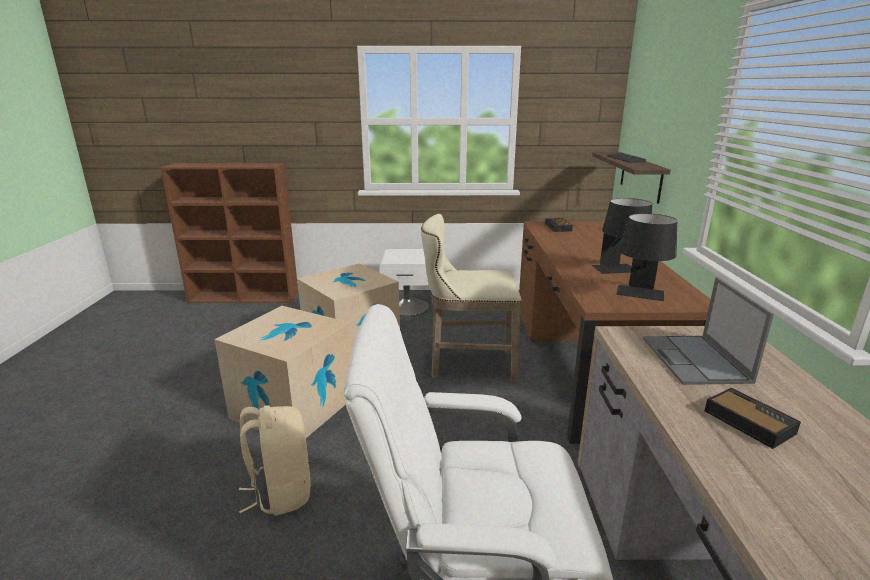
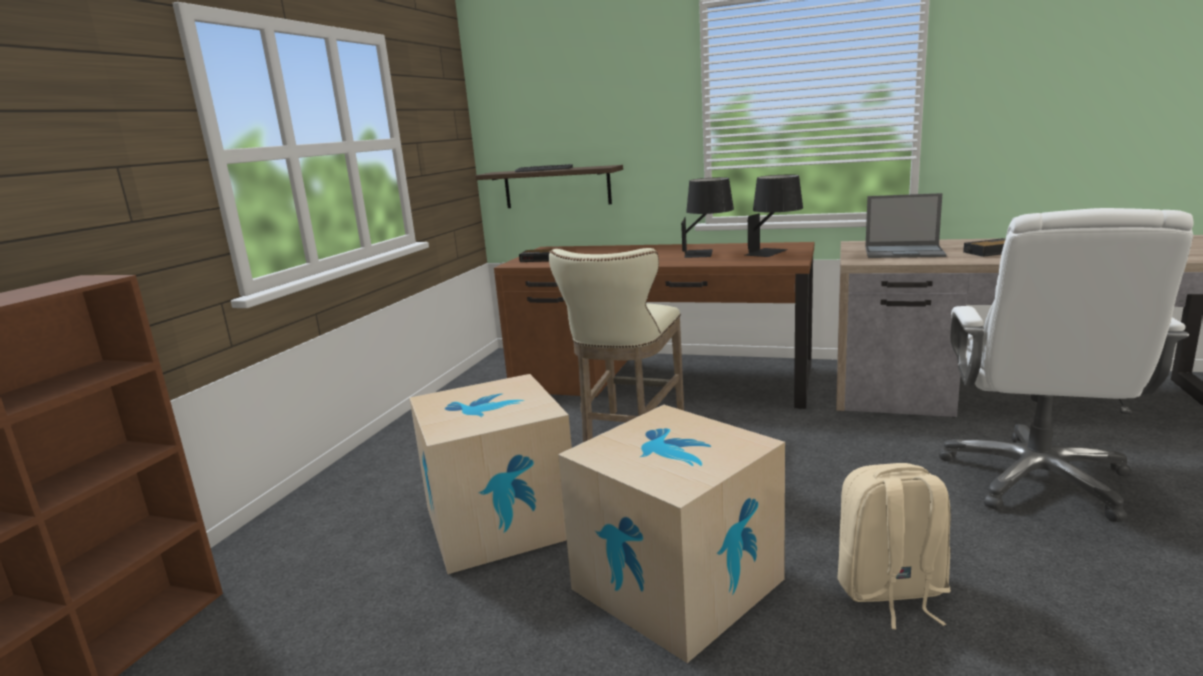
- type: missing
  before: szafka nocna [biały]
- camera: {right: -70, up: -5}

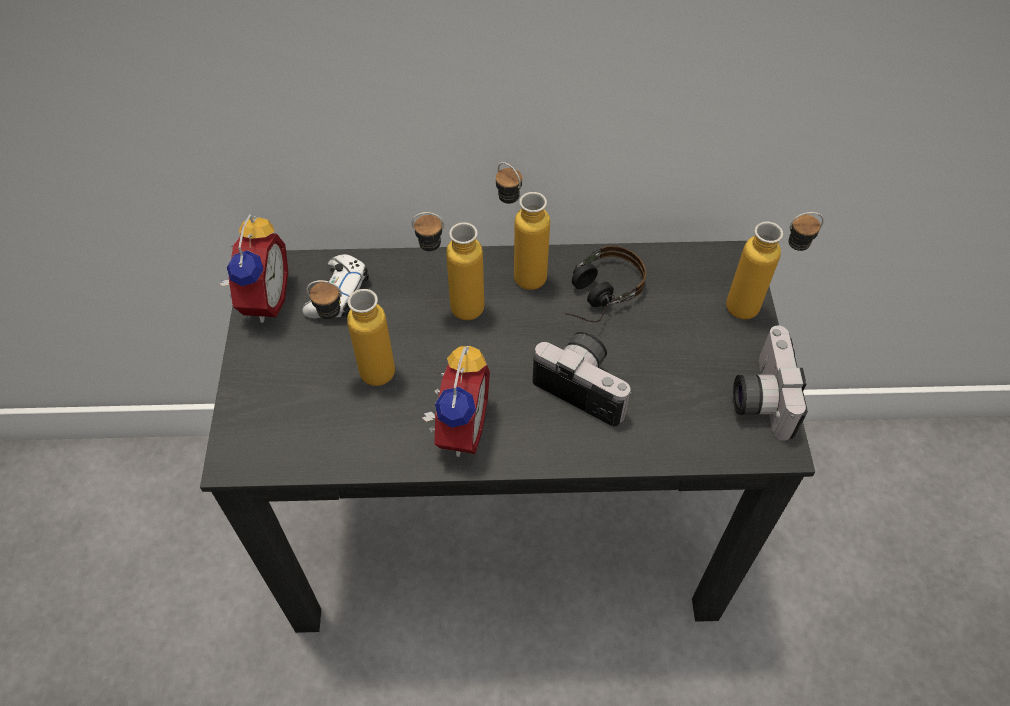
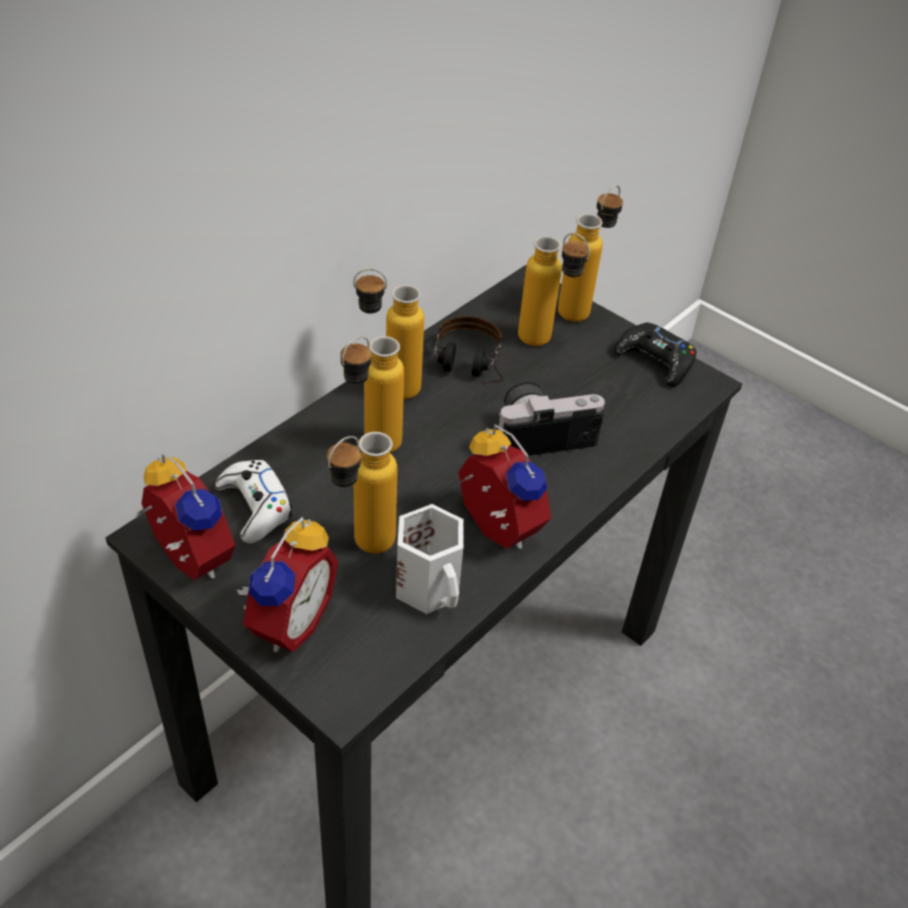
- type: appeared
  after: budzik (no. 2 from left)
- type: appeared
  after: kubek [biały]
- type: appeared
  after: butelka (no. 4 from left)
- type: exchanged
  before: aparat fotograficzny (no. 2 from left)
  after: pad do gier [czarny]
- camera: {right: -50, up: -10}

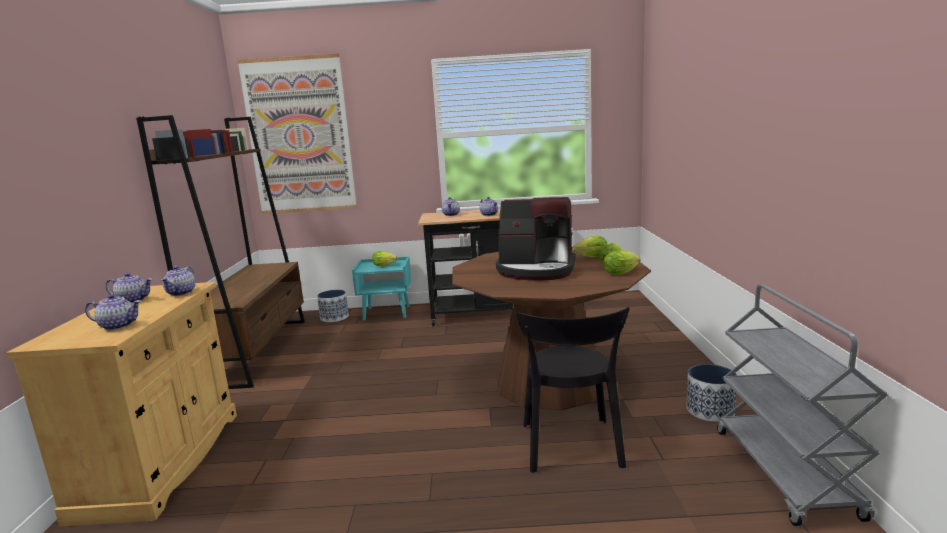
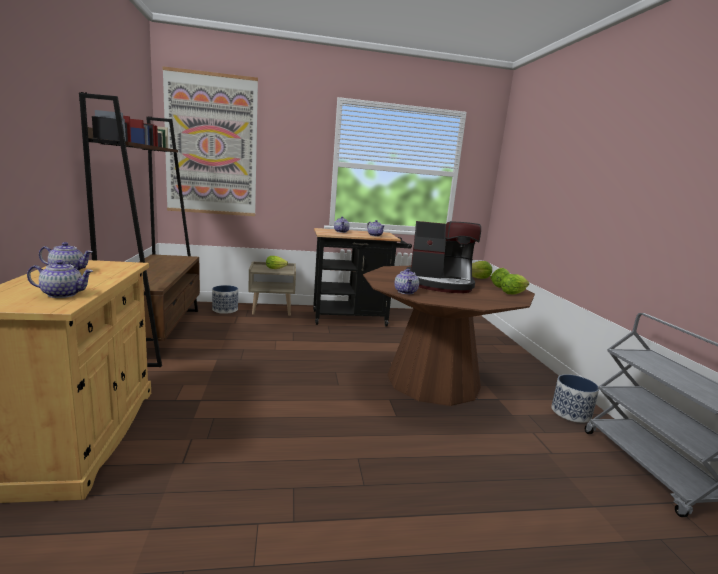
- type: missing
  before: krzesło [czarny]
- type: relocated
  before: imbryk (no. 3 from left in the first image)
  after: imbryk (no. 5 from left)
- type: colour
  before: szafka nocna [turkusowy]
  after: szafka nocna [beżowy]
- camera: {right: -10, up: 0}

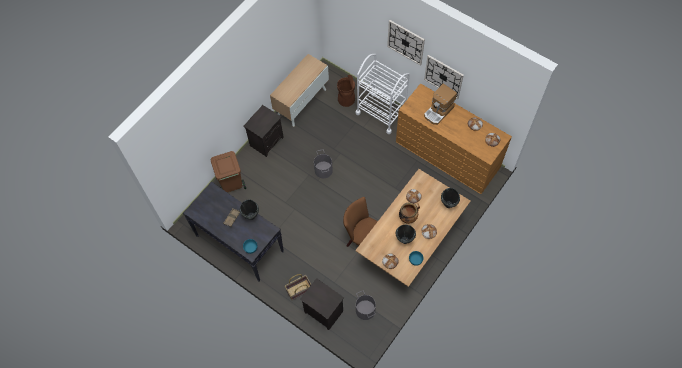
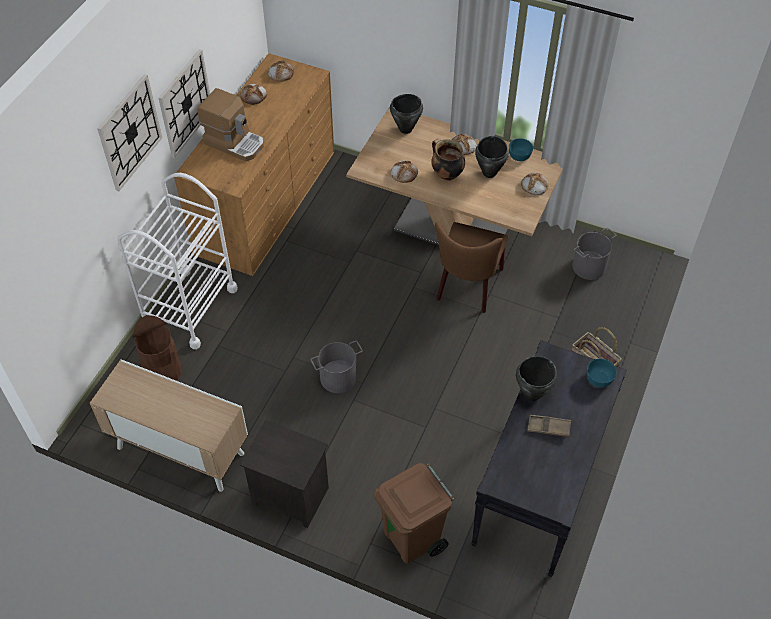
- type: missing
  before: szafka nocna [czarny] (no. 2 from left)
- camera: {right: -105, up: -10}

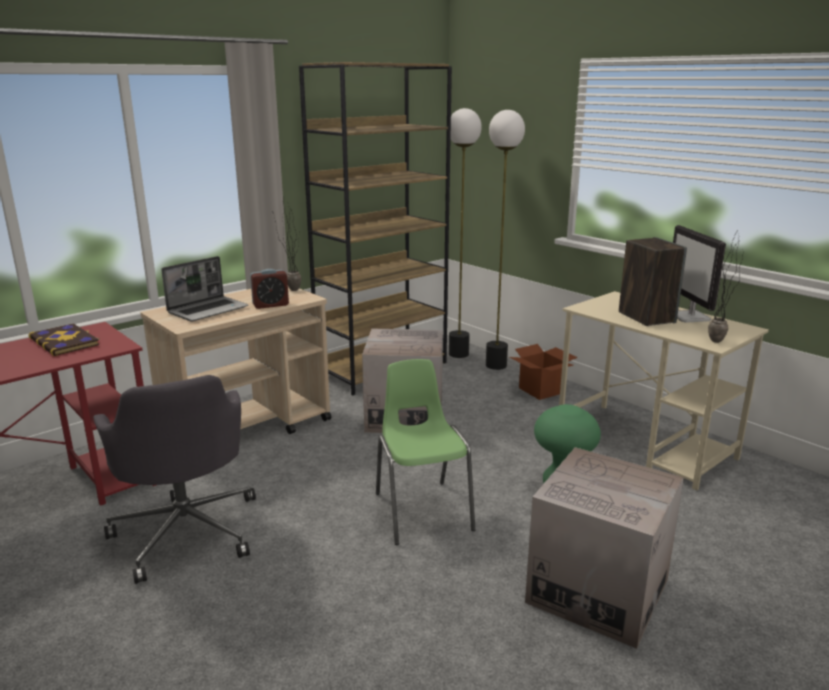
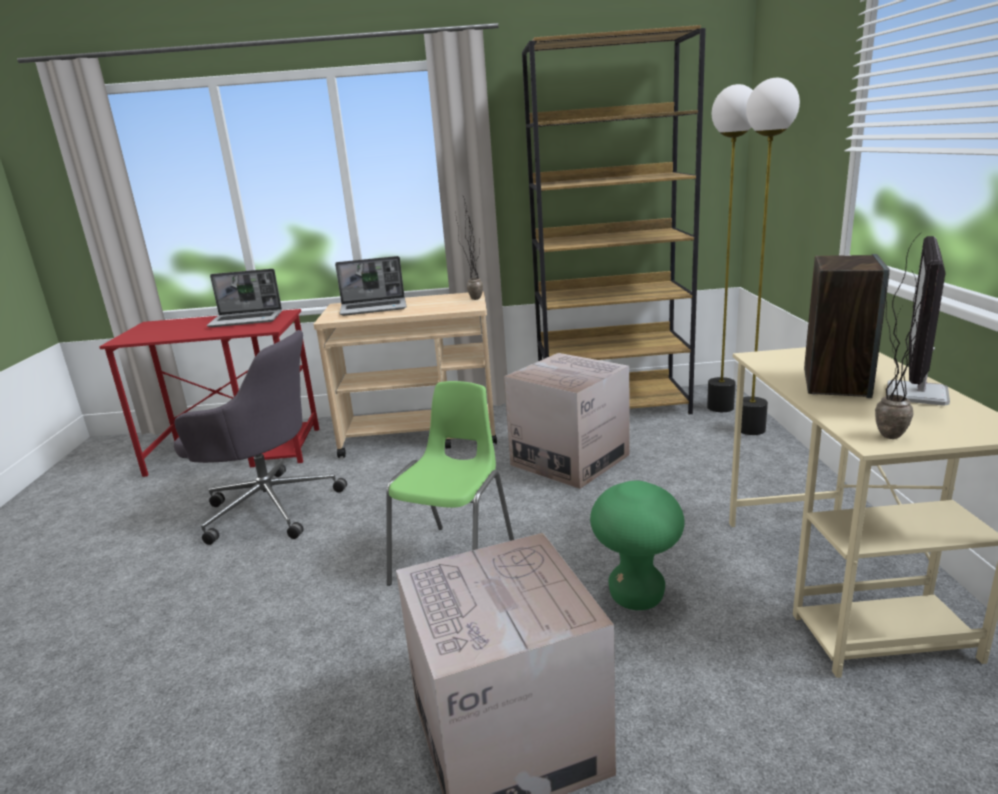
- type: missing
  before: budzik
- type: missing
  before: karton (no. 2 from left)
- type: exchanged
  before: książka
  after: laptop (no. 1 from left)
- type: spun
  before: krzesło biurowe [szary]
  turn: -90
- camera: {right: 40, up: 0}

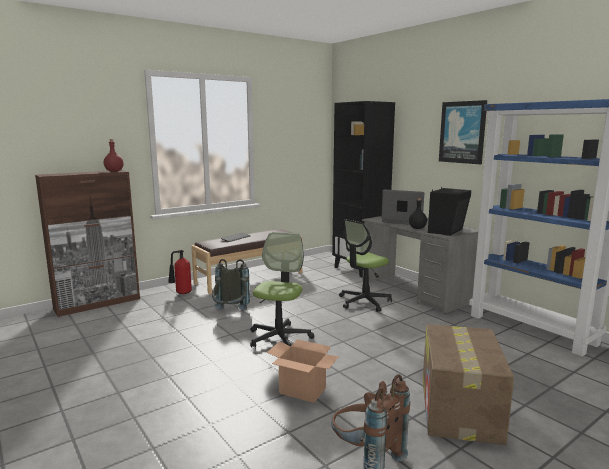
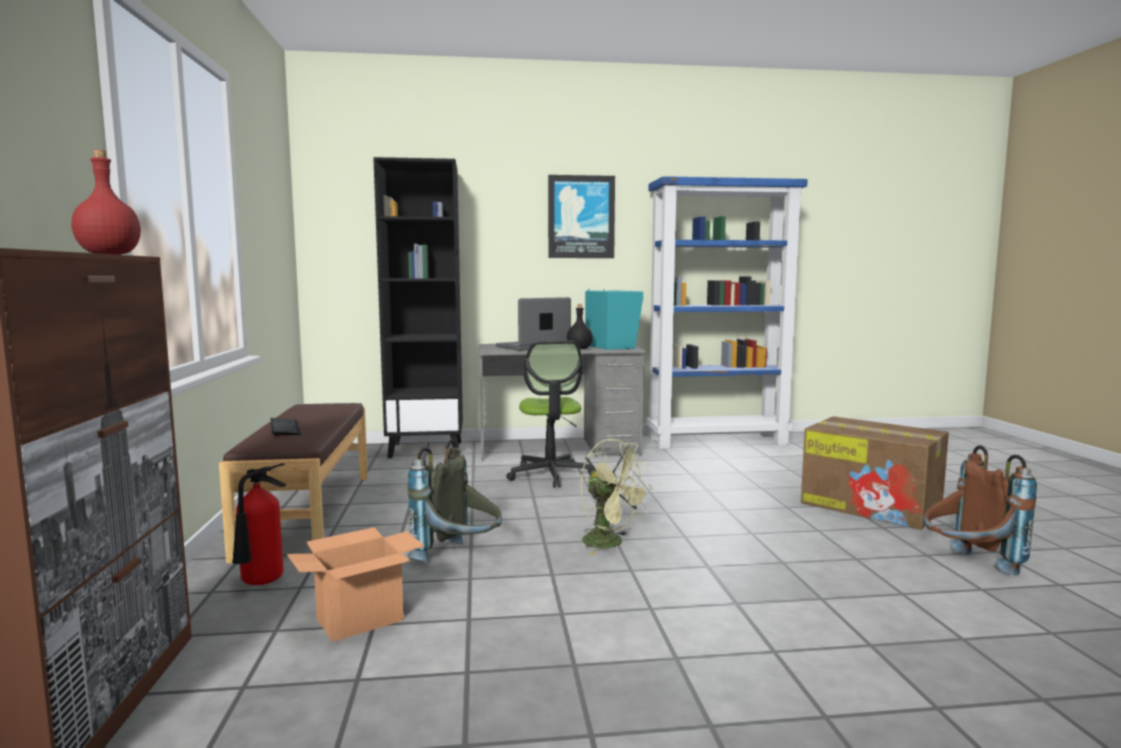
- type: relocated
  before: karton (no. 1 from left)
- type: exchanged
  before: krzesło biurowe (no. 1 from left)
  after: wentylator [zielony]
- type: colour
  before: głośnik [czarny]
  after: głośnik [turkusowy]
- camera: {right: -60, up: -5}

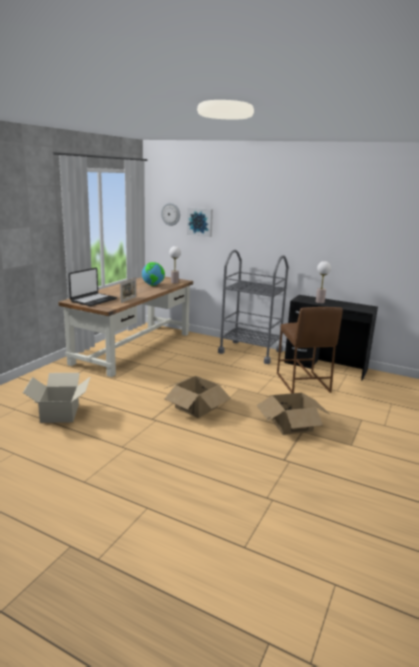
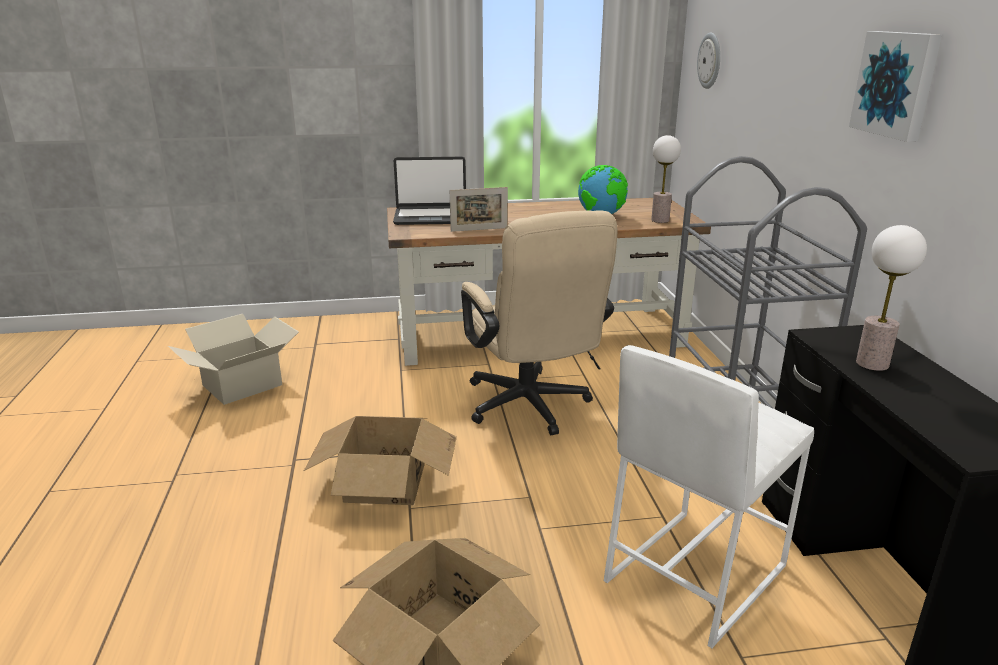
- type: appeared
  after: krzesło biurowe [beżowy]
- type: relocated
  before: obraz
- type: colour
  before: stołek [brązowy]
  after: stołek [biały]
- camera: {right: 55, up: 5}

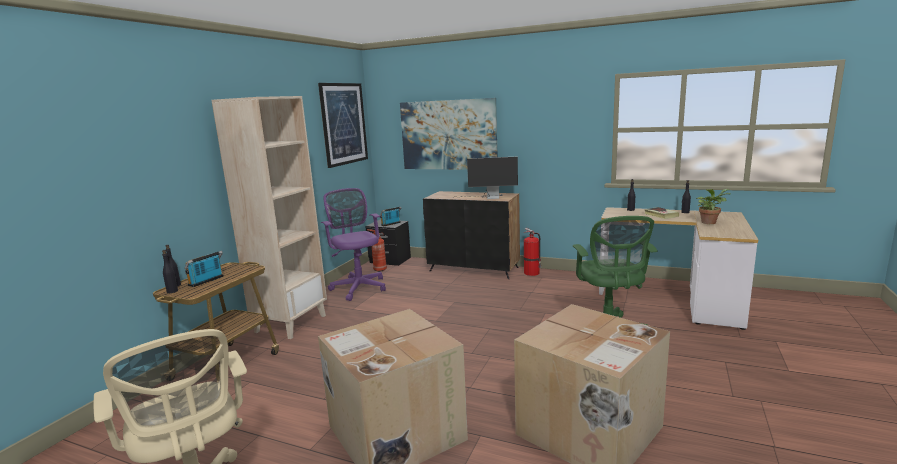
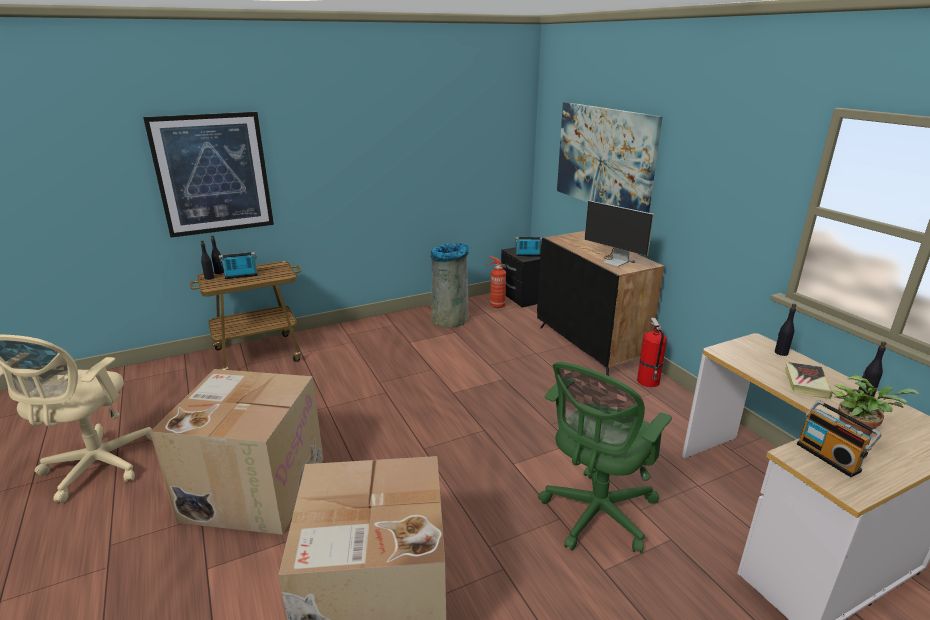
- type: missing
  before: regał [beżowy]
- type: appeared
  after: radio (no. 3 from left)
- type: relocated
  before: obraz (no. 1 from left)
- type: exchanged
  before: krzesło biurowe [fioletowy]
  after: kosz na śmieci [szary]
- camera: {right: 40, up: 10}

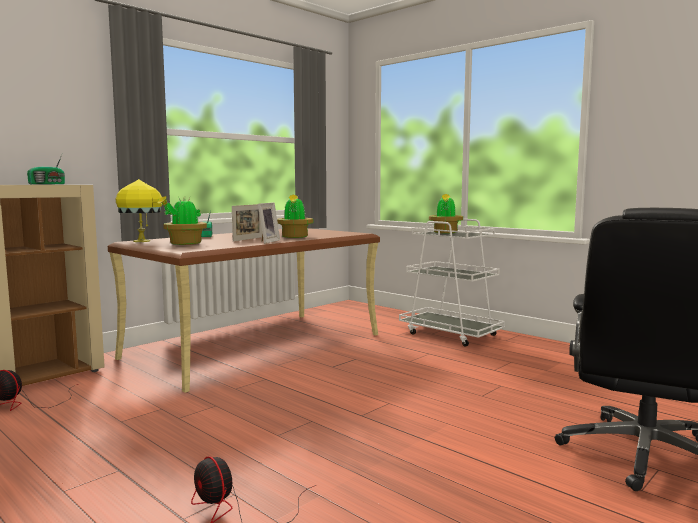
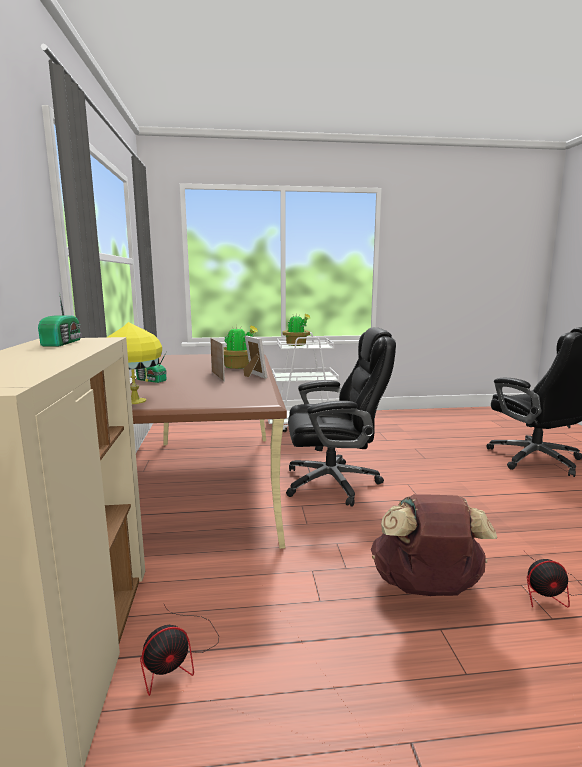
- type: missing
  before: roślina doniczkowa (no. 1 from left)
- type: appeared
  after: krzesło biurowe [czarny] (no. 1 from left)
- type: appeared
  after: plecak [brązowy]
- camera: {right: -50, up: 5}

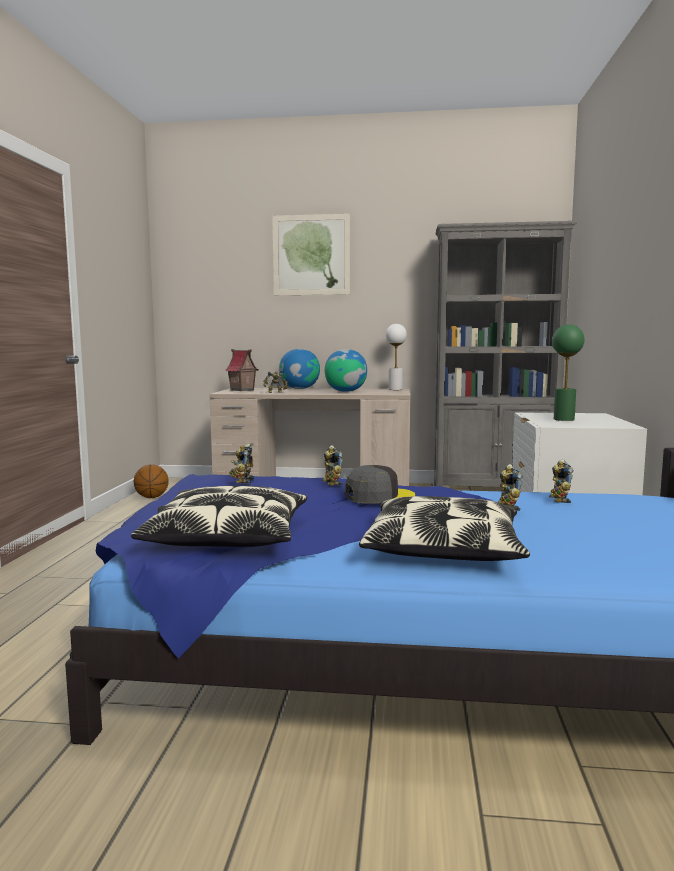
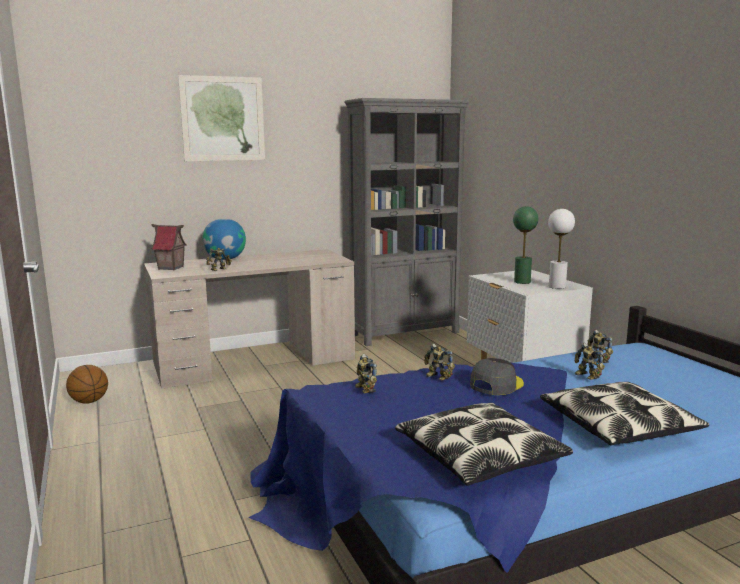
- type: missing
  before: globus (no. 2 from left)
- type: relocated
  before: lampa stołowa [biały]
- camera: {right: -30, up: 5}

